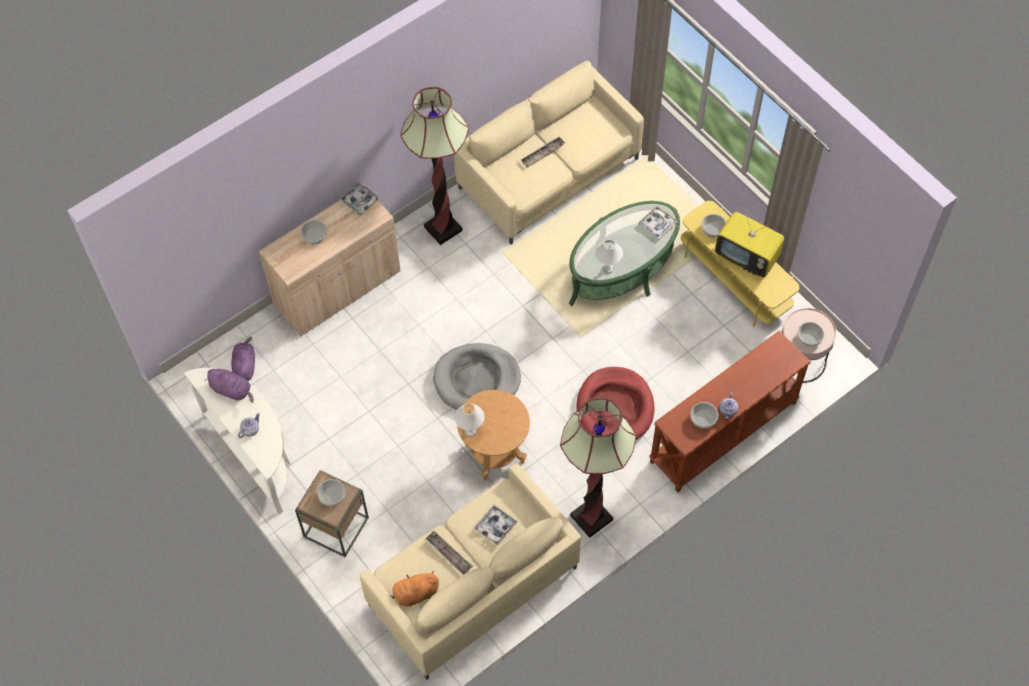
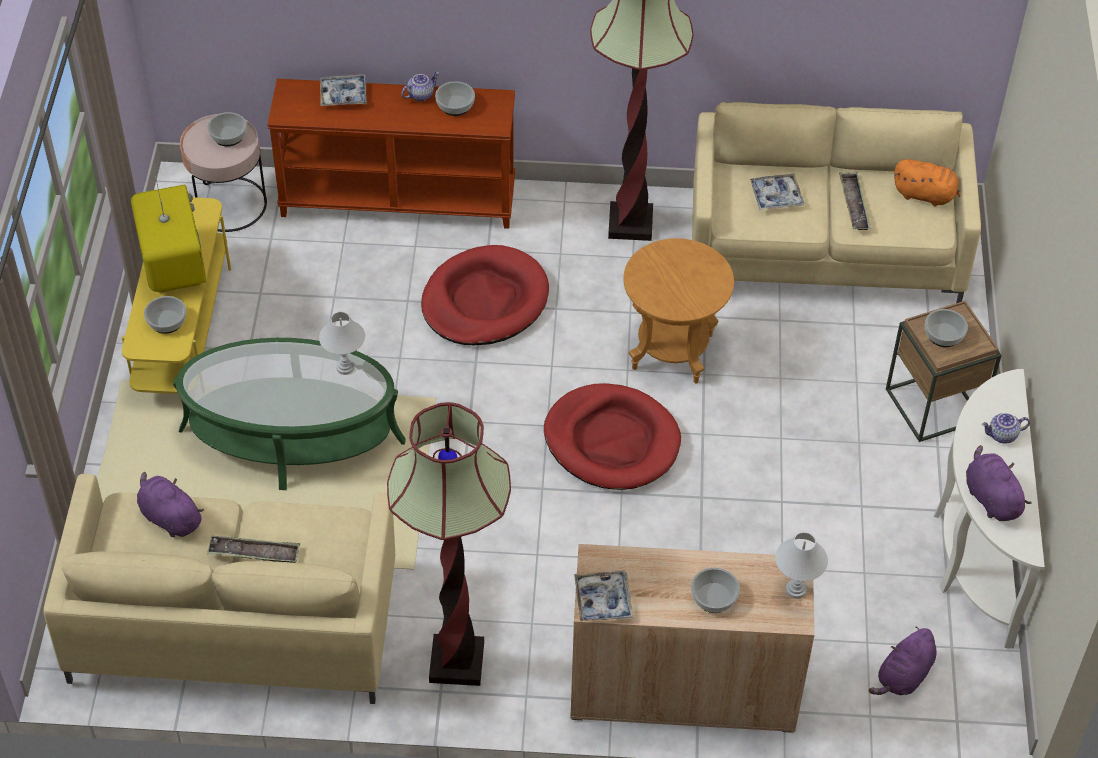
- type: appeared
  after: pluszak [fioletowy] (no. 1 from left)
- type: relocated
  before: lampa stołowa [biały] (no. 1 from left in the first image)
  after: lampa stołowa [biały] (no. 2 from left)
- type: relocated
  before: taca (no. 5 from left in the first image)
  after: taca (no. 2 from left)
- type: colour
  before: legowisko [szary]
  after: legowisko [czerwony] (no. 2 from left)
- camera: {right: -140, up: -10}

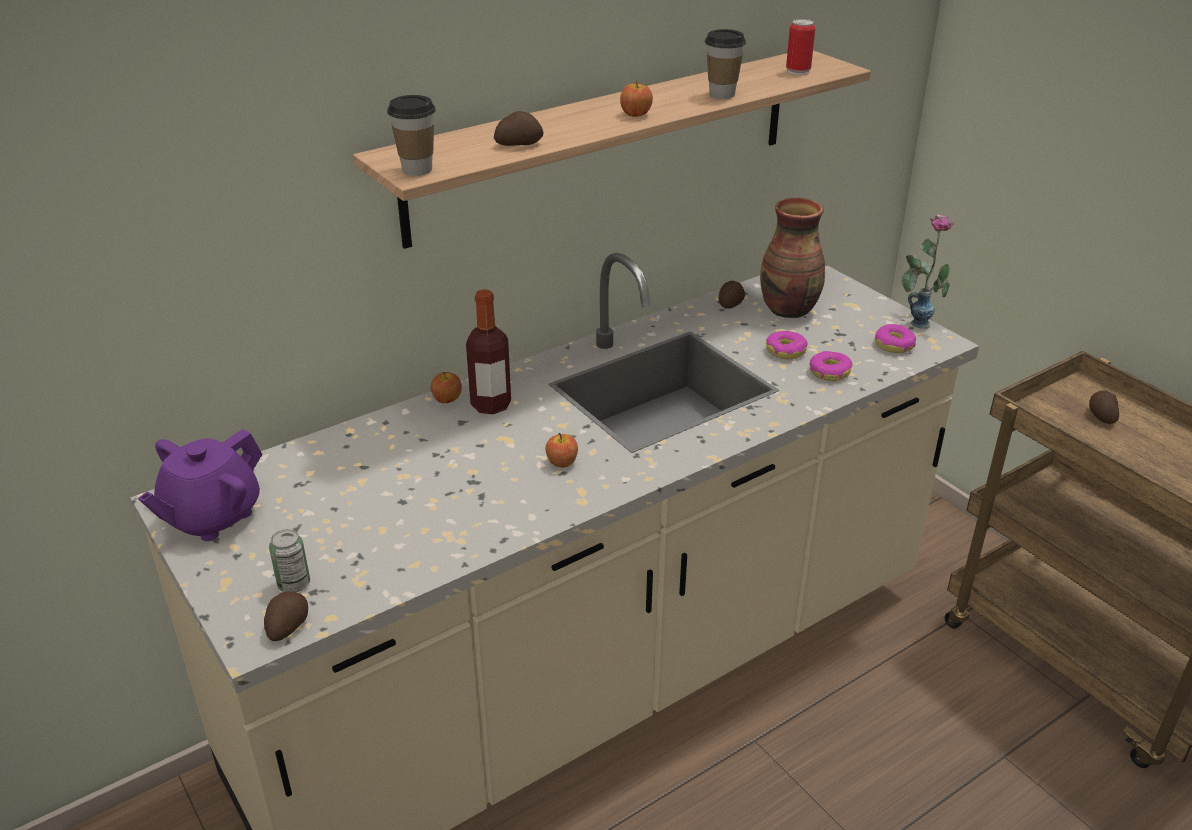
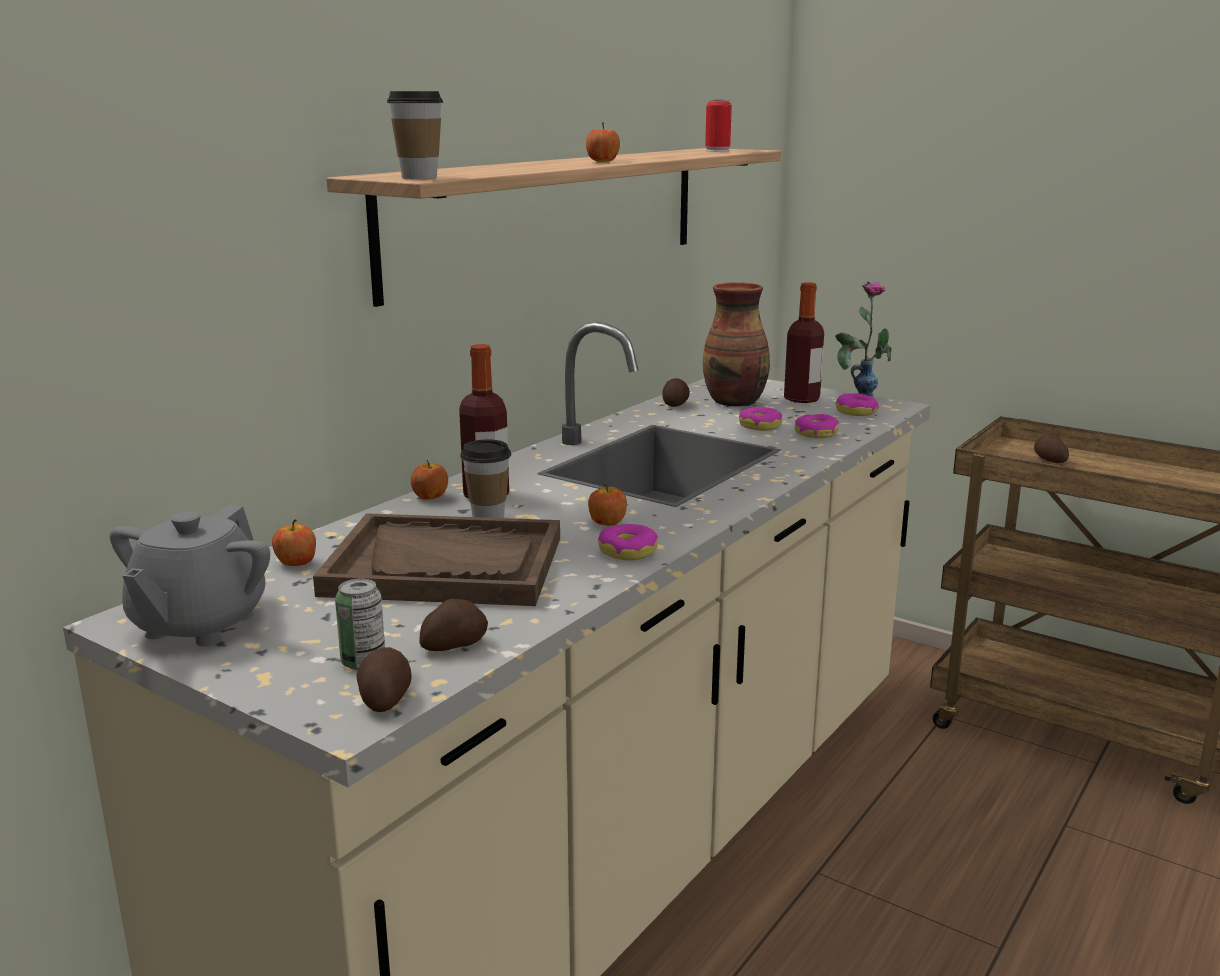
- type: appeared
  after: jabłko (no. 1 from left)
- type: appeared
  after: taca [brązowy]
- type: appeared
  after: donut (no. 1 from left)
- type: appeared
  after: butelka (no. 2 from left)
- type: relocated
  before: ziemniak (no. 2 from left)
- type: relocated
  before: filiżanka (no. 2 from left)
- type: colour
  before: imbryk [fioletowy]
  after: imbryk [szary]
- camera: {right: -20, up: -15}

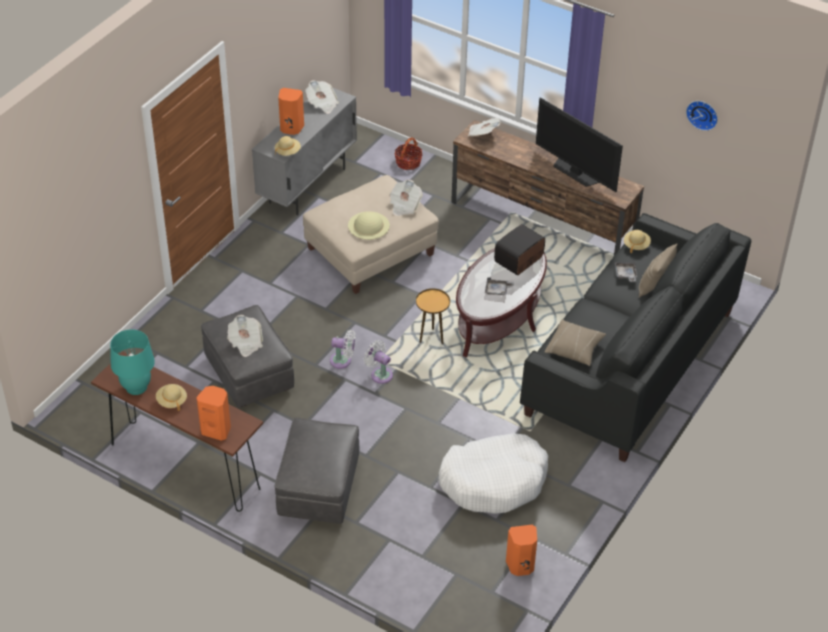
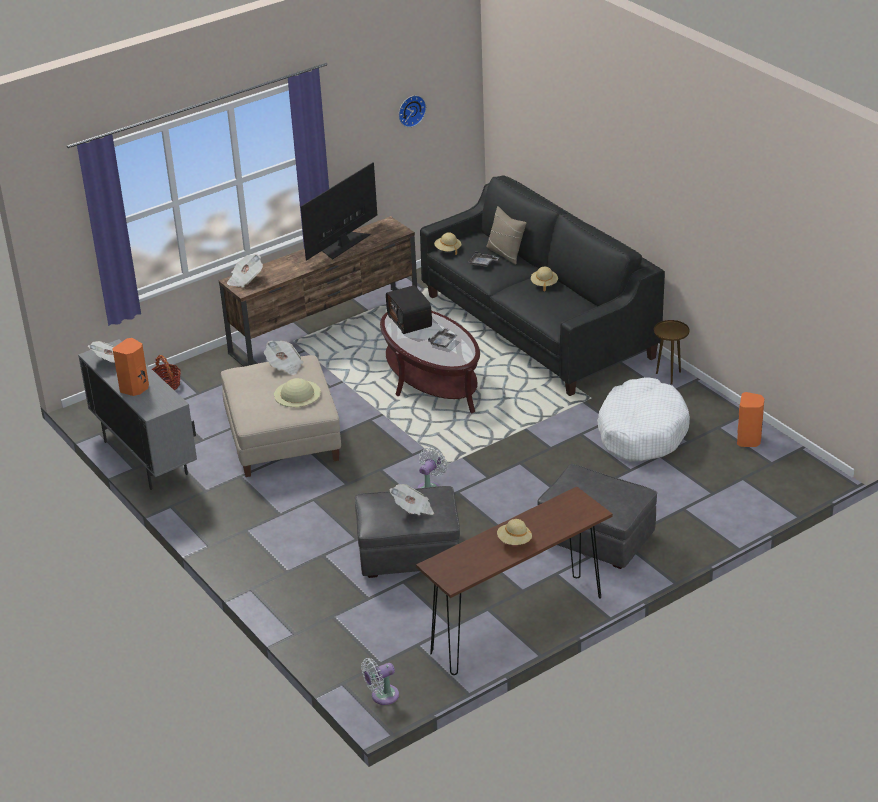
- type: missing
  before: lampa stołowa [turkusowy]
- type: missing
  before: głośnik [pomarańczowy] (no. 1 from left)
- type: missing
  before: poduszka [beżowy] (no. 1 from left)
- type: relocated
  before: kapelusz [beżowy] (no. 2 from left in the first image)
  after: kapelusz [beżowy] (no. 4 from left)
- type: relocated
  before: wentylator [biały] (no. 2 from left in the first image)
  after: wentylator [biały] (no. 1 from left)
- type: relocated
  before: stolik [brązowy]
- type: spun
  before: telewizor
  turn: 150
- camera: {right: -65, up: -10}

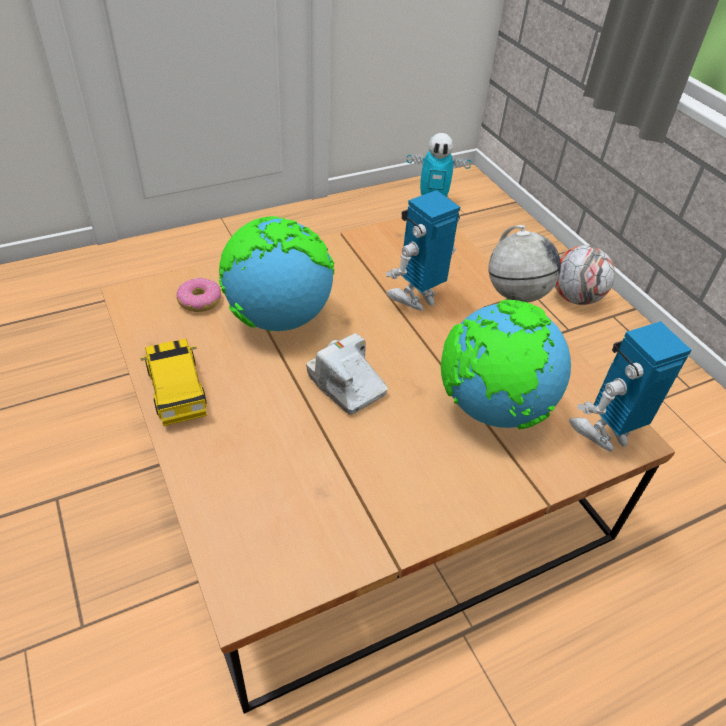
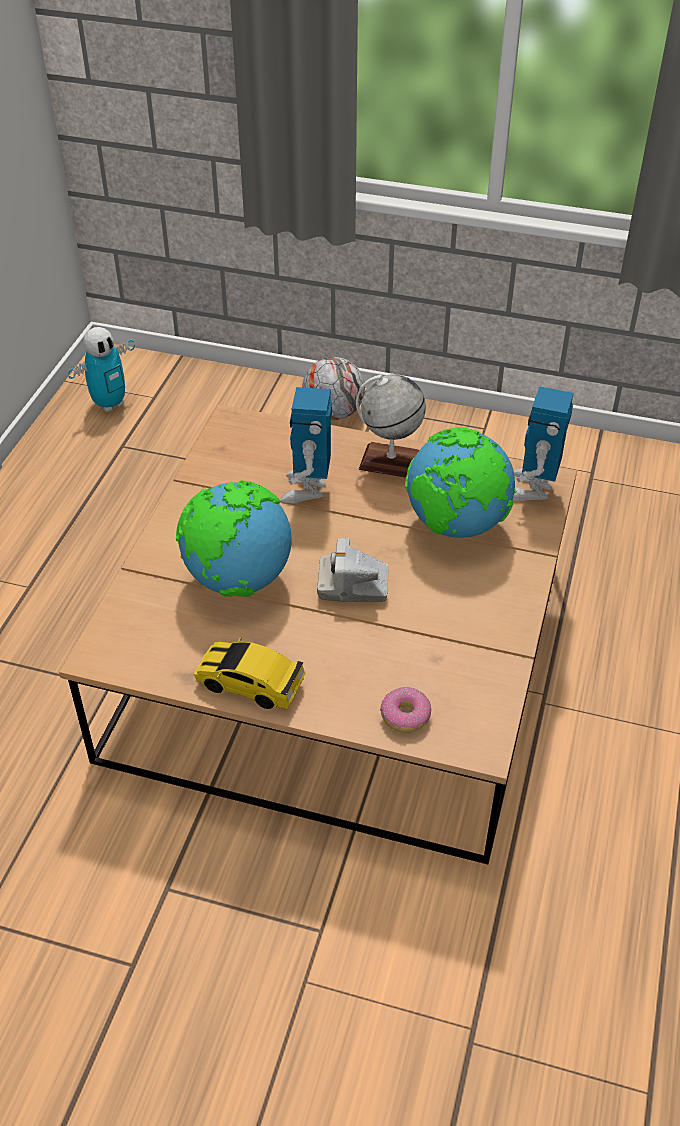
- type: relocated
  before: donut
- camera: {right: -45, up: 0}

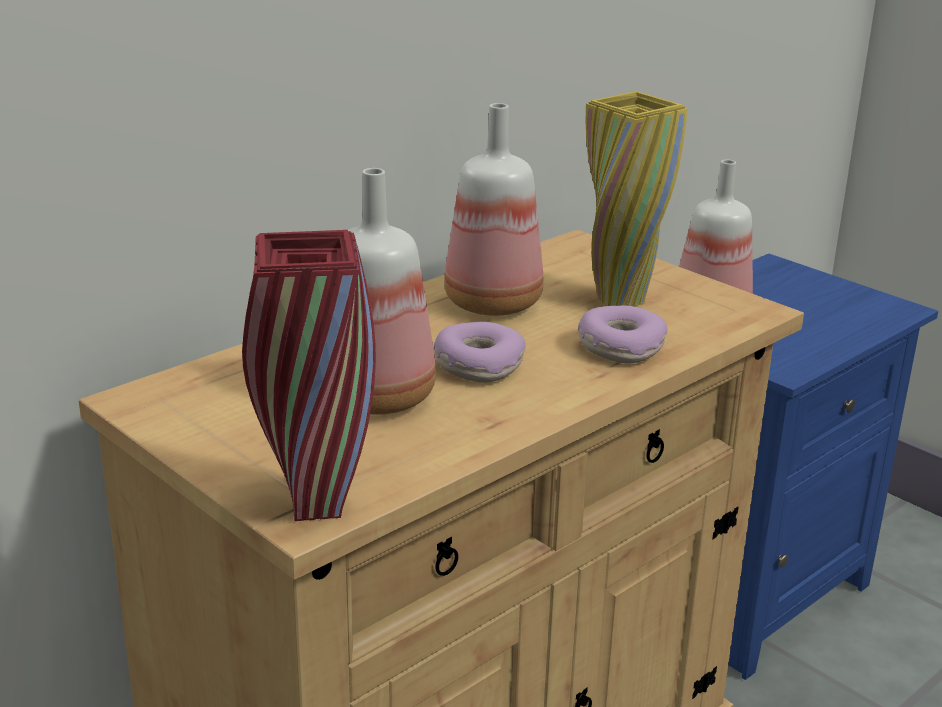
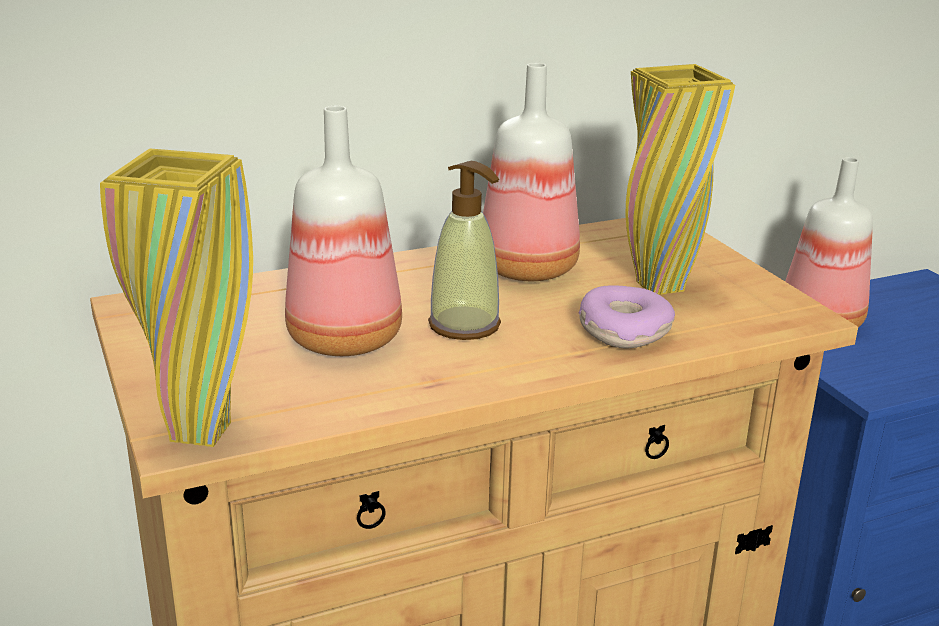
- type: exchanged
  before: donut (no. 1 from left)
  after: dozownik mydła
- type: colour
  before: wazon [czerwony]
  after: wazon [żółty] (no. 1 from left)
- camera: {right: 20, up: 0}

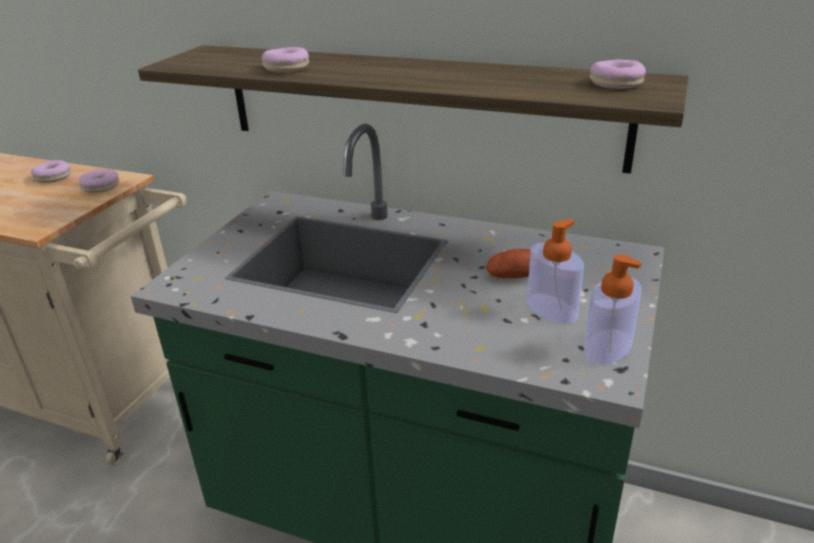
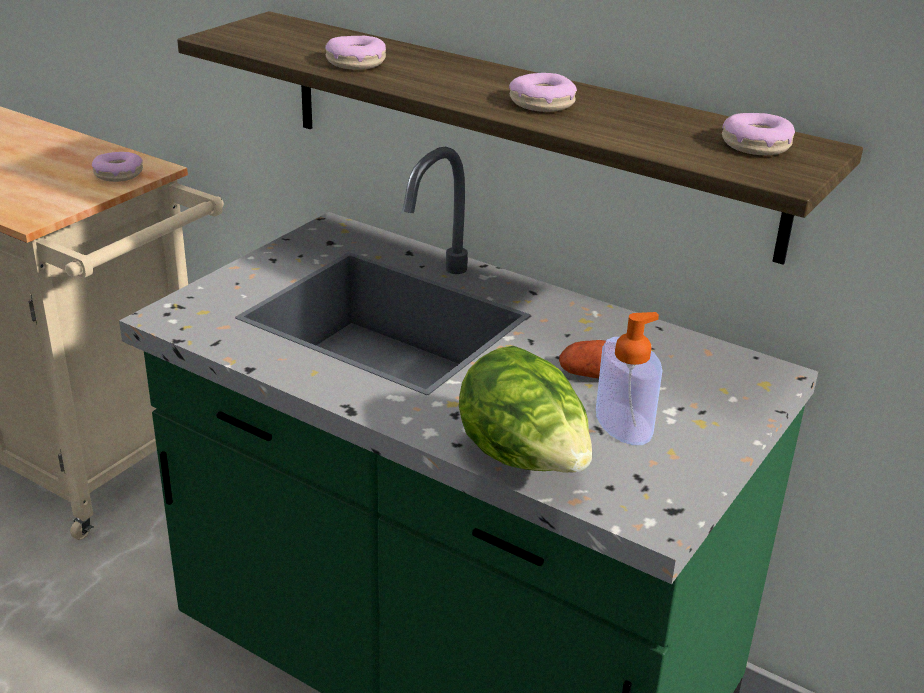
- type: missing
  before: dozownik mydła (no. 2 from left)
- type: appeared
  after: sałata
- type: relocated
  before: donut (no. 1 from left in the first image)
  after: donut (no. 3 from left)
- camera: {right: 10, up: 0}

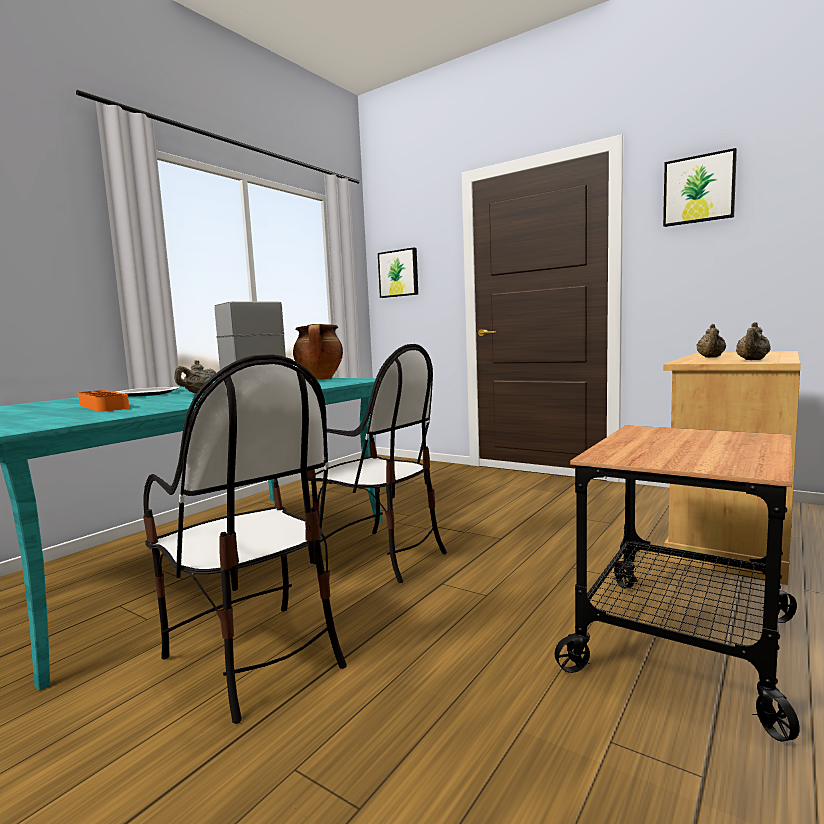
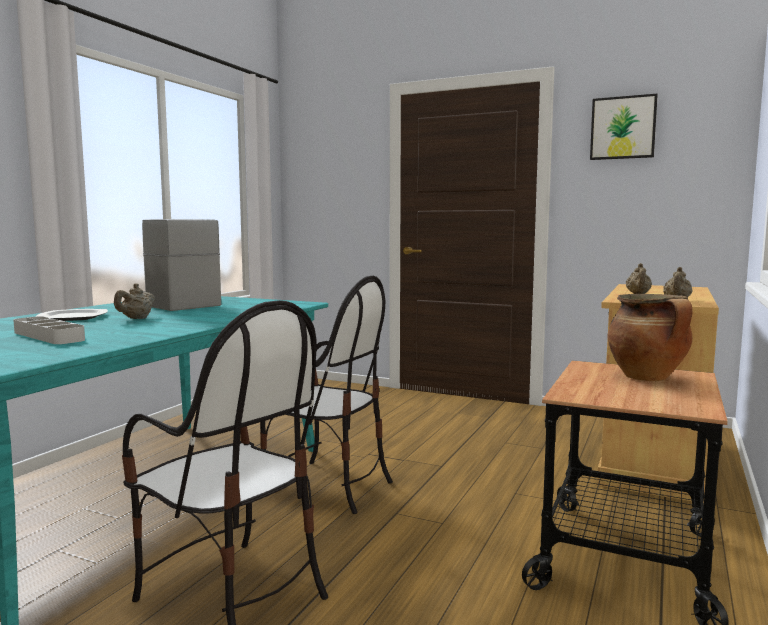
- type: missing
  before: obraz (no. 1 from left)
- type: relocated
  before: garnek
- type: colour
  before: taca [pomarańczowy]
  after: taca [szary]
- camera: {right: -10, up: 0}

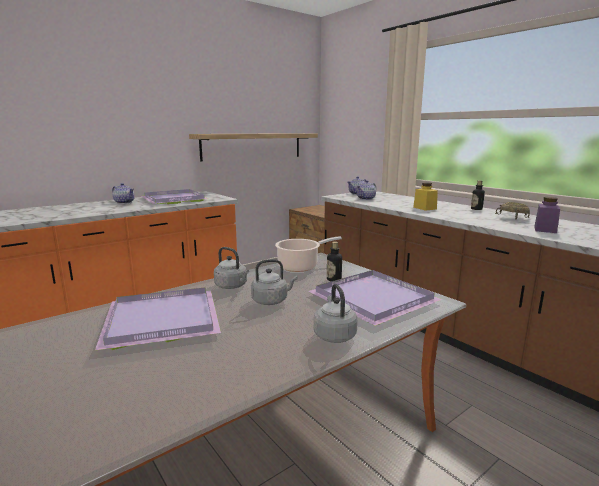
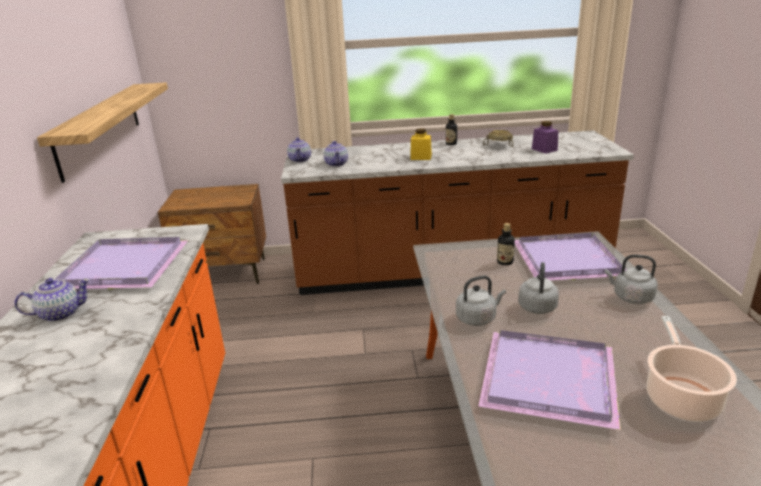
- type: relocated
  before: garnek
- camera: {right: -55, up: 10}

